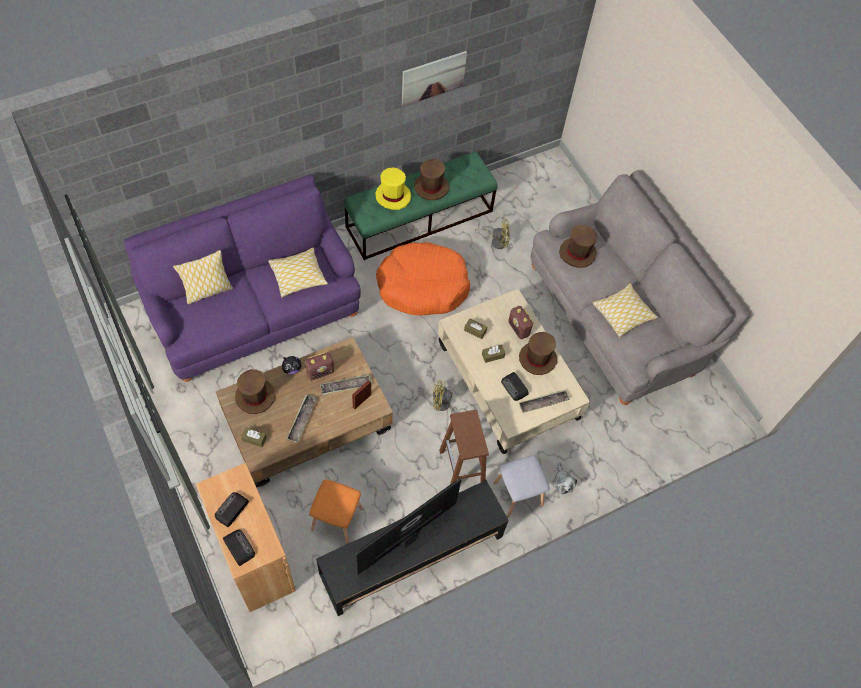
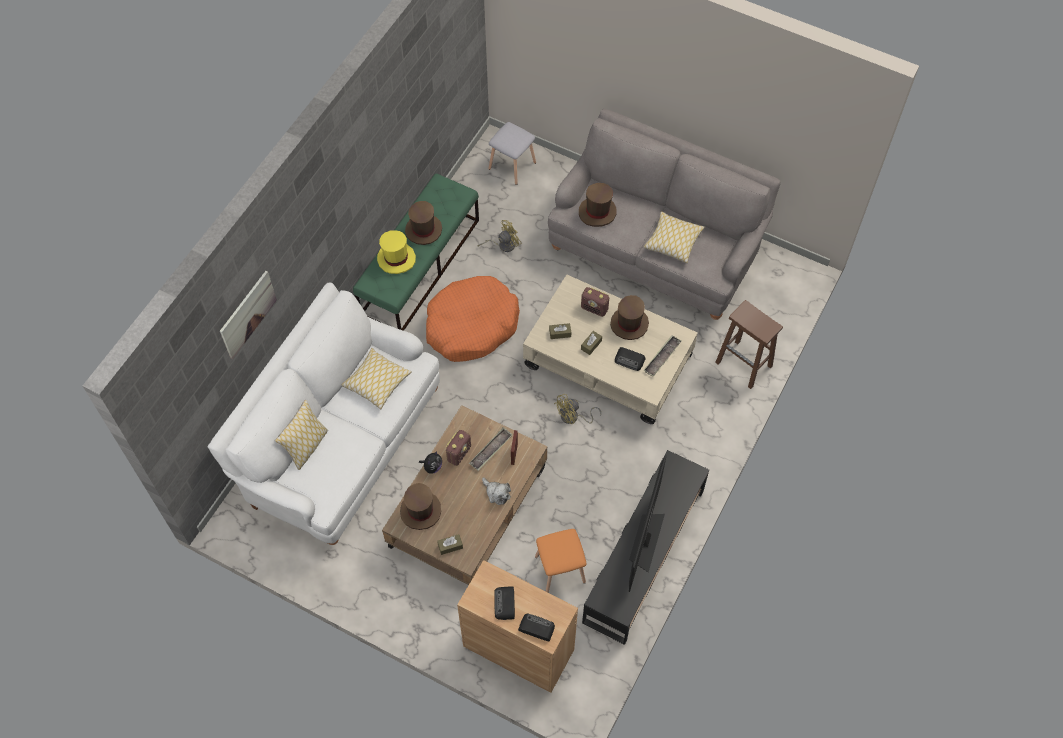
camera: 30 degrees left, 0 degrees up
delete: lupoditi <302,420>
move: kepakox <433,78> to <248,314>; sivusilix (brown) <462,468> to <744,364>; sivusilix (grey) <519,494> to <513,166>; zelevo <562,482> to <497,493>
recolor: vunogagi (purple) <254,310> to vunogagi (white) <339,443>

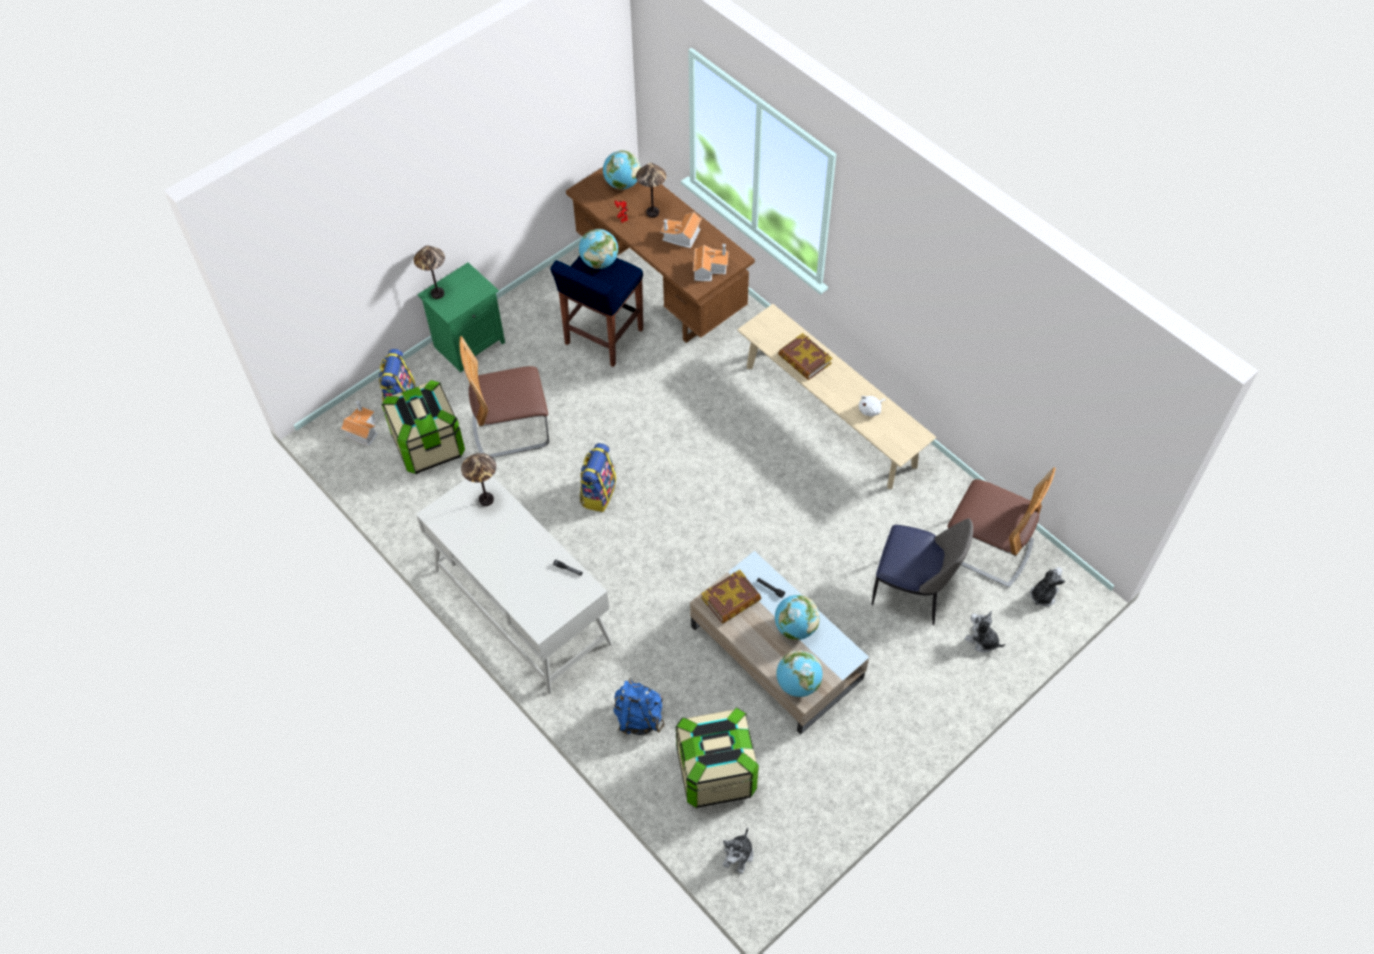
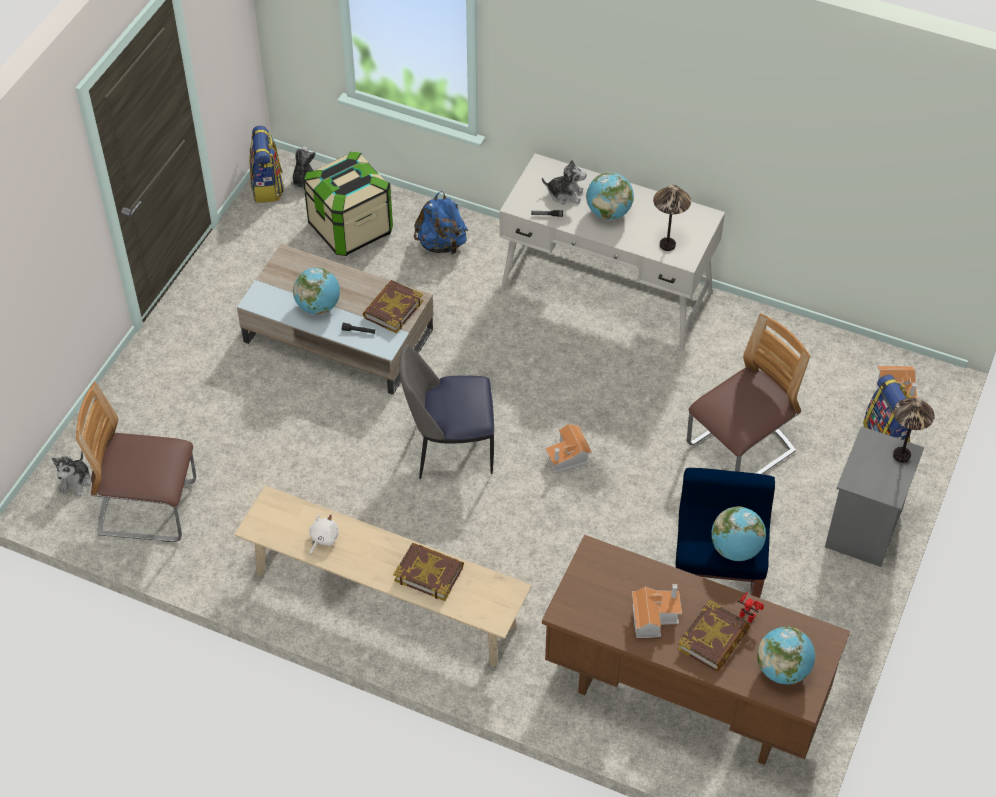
camera: 155 degrees right, 5 degrees down
delete: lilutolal <429,446>
move: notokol <598,493> to <267,187>; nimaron <709,268> to <568,457>; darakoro <798,684> to <608,212>; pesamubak <913,591> to <450,449>; zelevo <982,640> to <565,194>
replace: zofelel <652,212> to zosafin <713,639>
recolor: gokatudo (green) <469,343> to gokatudo (grey) <864,530>

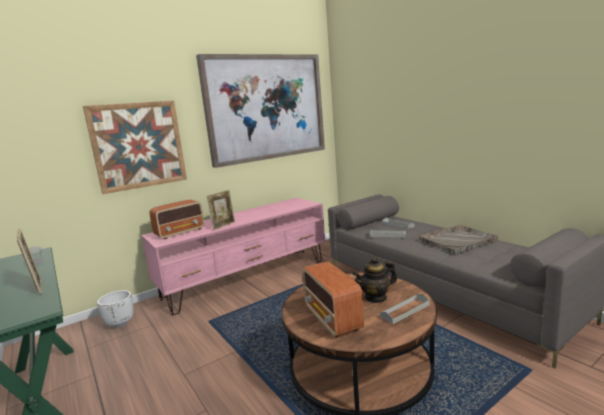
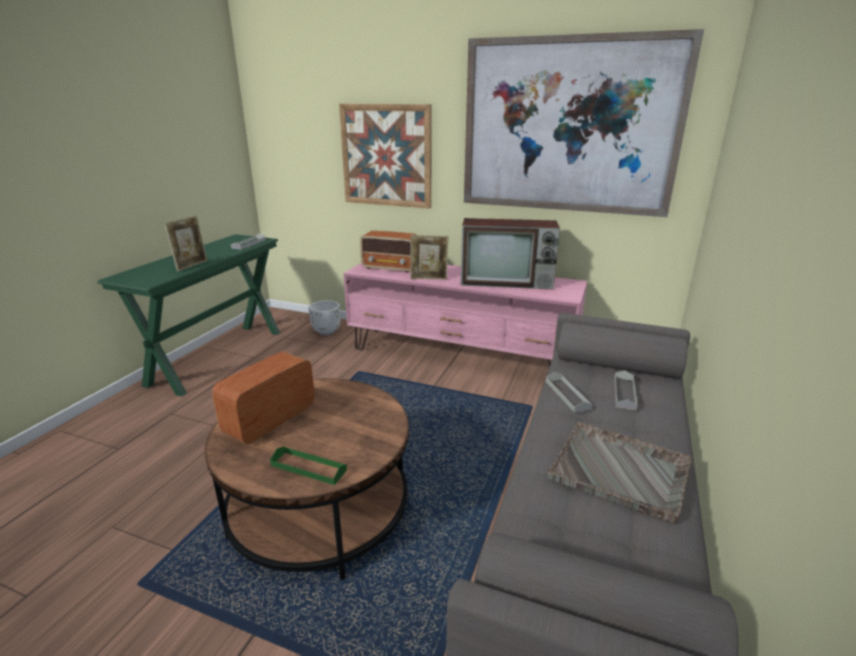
camera: 55 degrees right, 10 degrees up
delete: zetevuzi <376,297>
insert: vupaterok <508,282>
recolor: lupoditi (grey) <405,310> to lupoditi (green) <308,468>

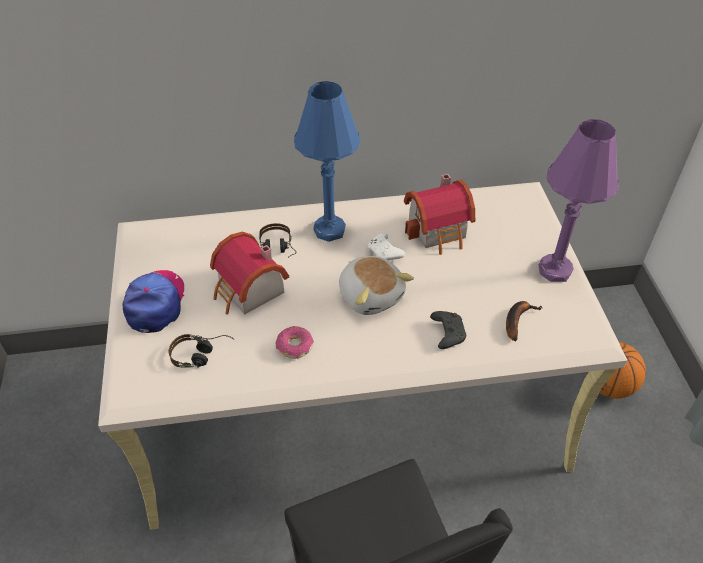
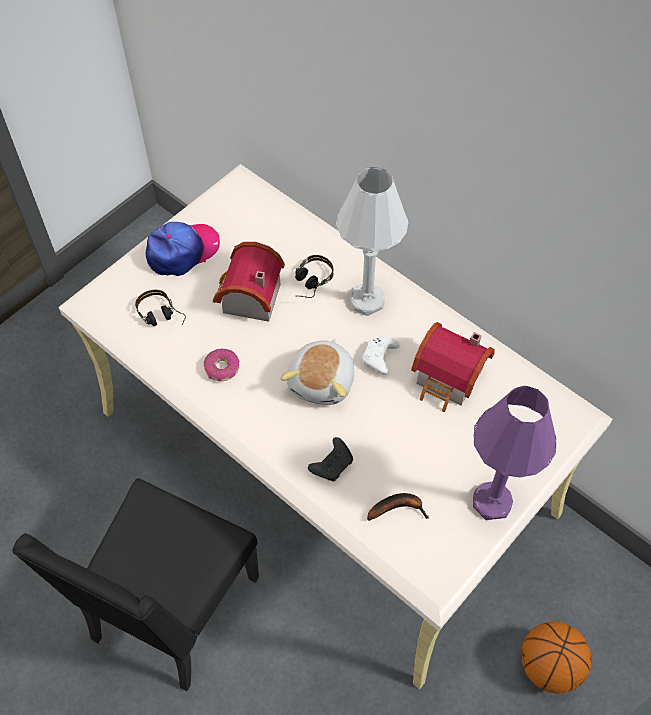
camera: 50 degrees right, 10 degrees up
recolor: zofelel (blue) <330,230> to zofelel (white) <367,301>

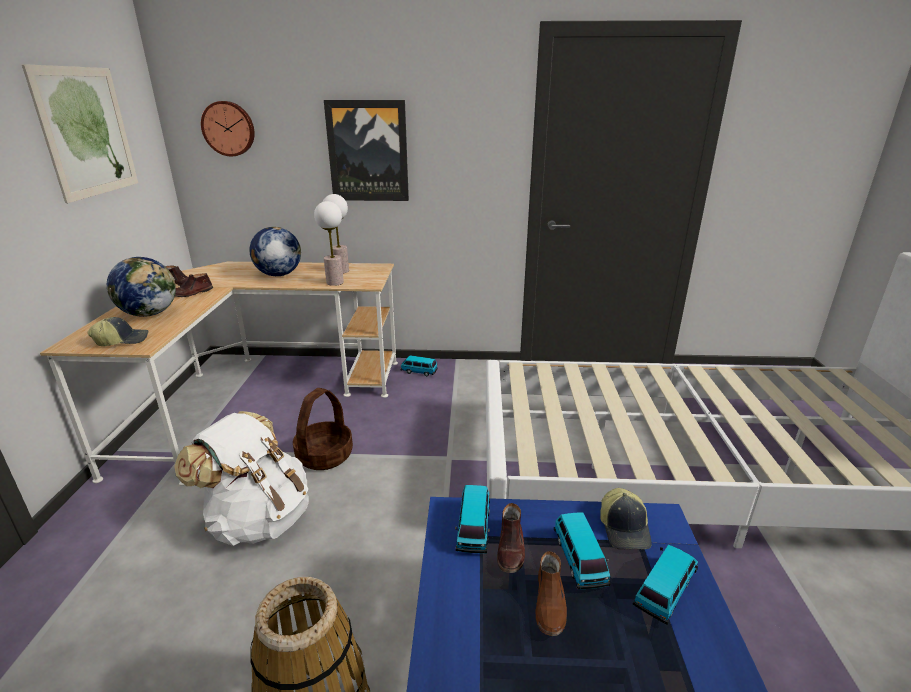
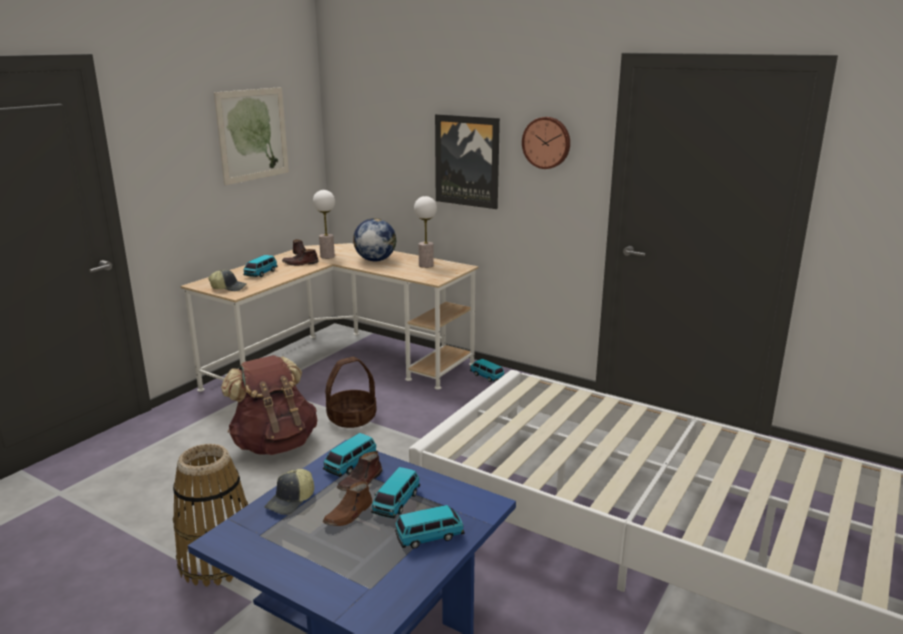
camera: 30 degrees right, 5 degrees down
move: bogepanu <229,128> to <547,142>; zofelel <334,282> to <327,256>; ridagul <625,529> to <291,501>
replace: darakoro <150,314> to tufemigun <261,273>
recolor: notokol (white) <259,519> to notokol (brown) <274,443>

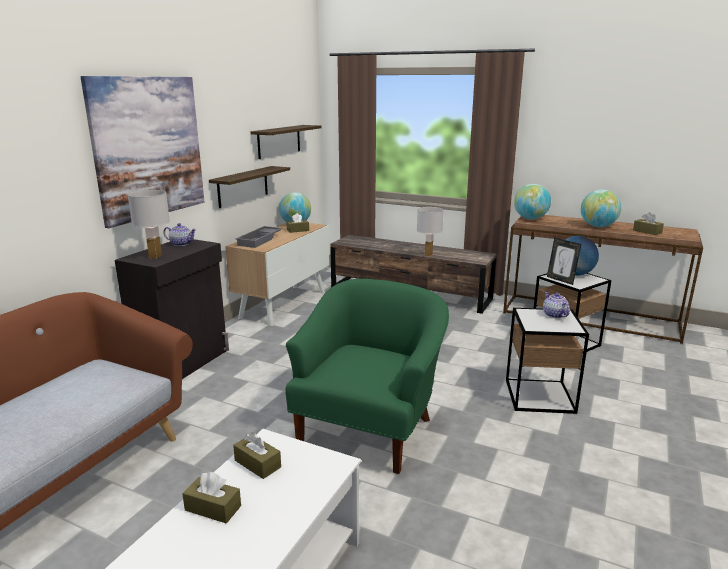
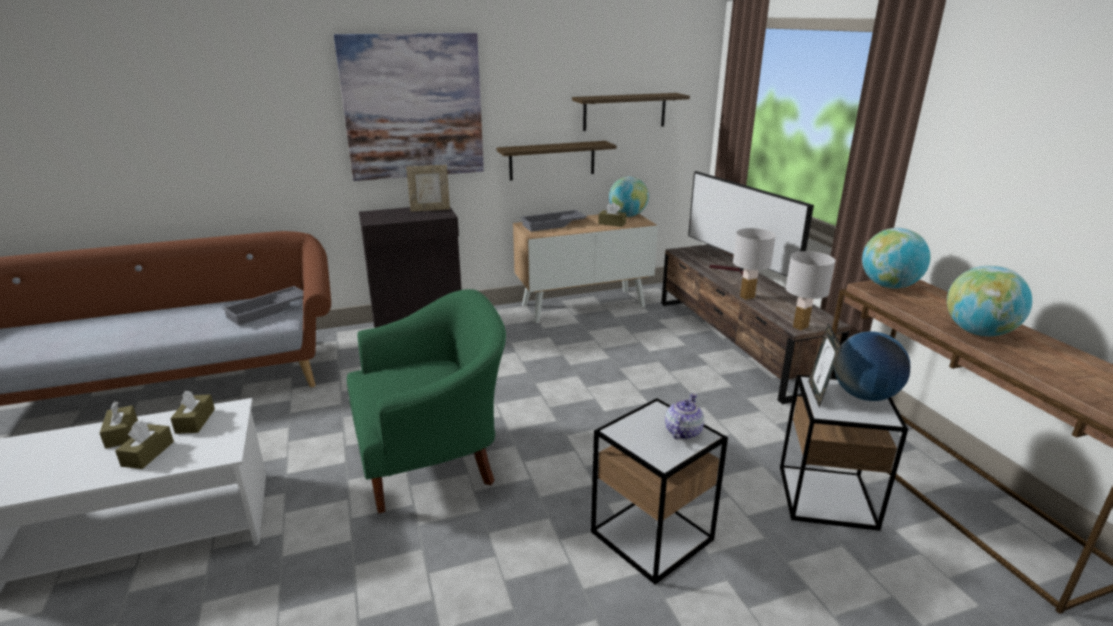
camera: 45 degrees right, 5 degrees up
insert: lupoditi (grey) <268,310>; vupaterok <738,273>
move: zofelel (white) <155,257> to <800,327>; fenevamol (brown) <647,232> to <148,454>
replace: zetevuzi <181,244> to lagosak <430,210>

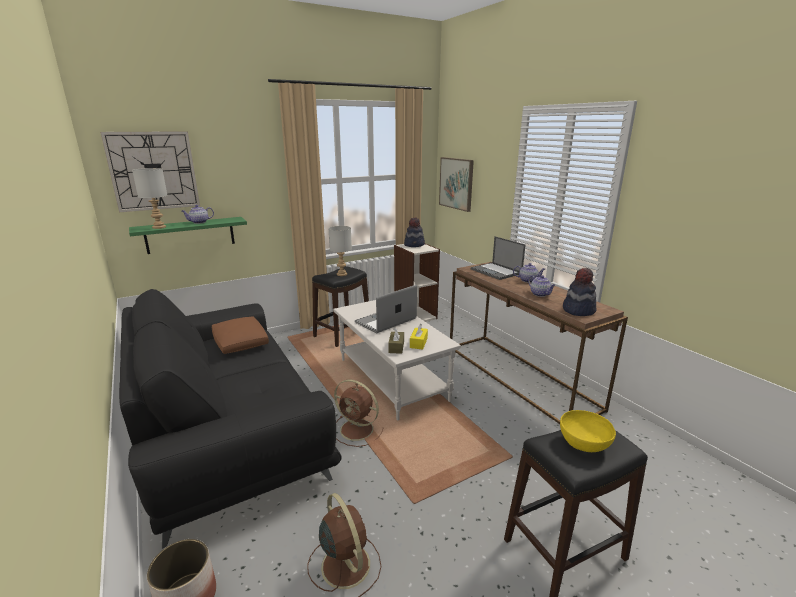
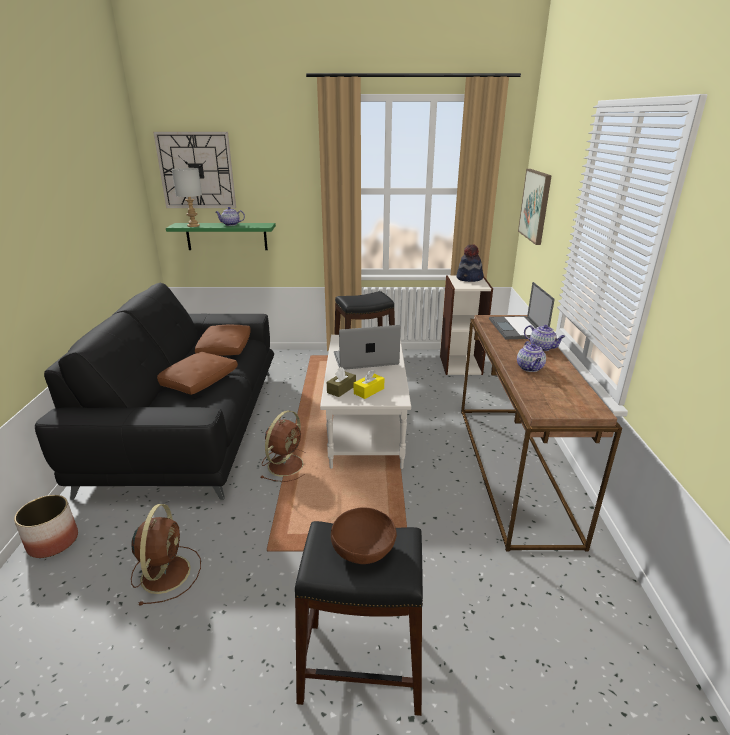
camera: 30 degrees right, 5 degrees up
delete: zofelel (grey) <342,274>; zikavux <578,310>
insert: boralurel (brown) <198,382>
recolor: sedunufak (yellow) <584,442> to sedunufak (brown) <364,549>
rotate: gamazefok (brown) <358,430> = <286,464> 120 degrees counterclockwise

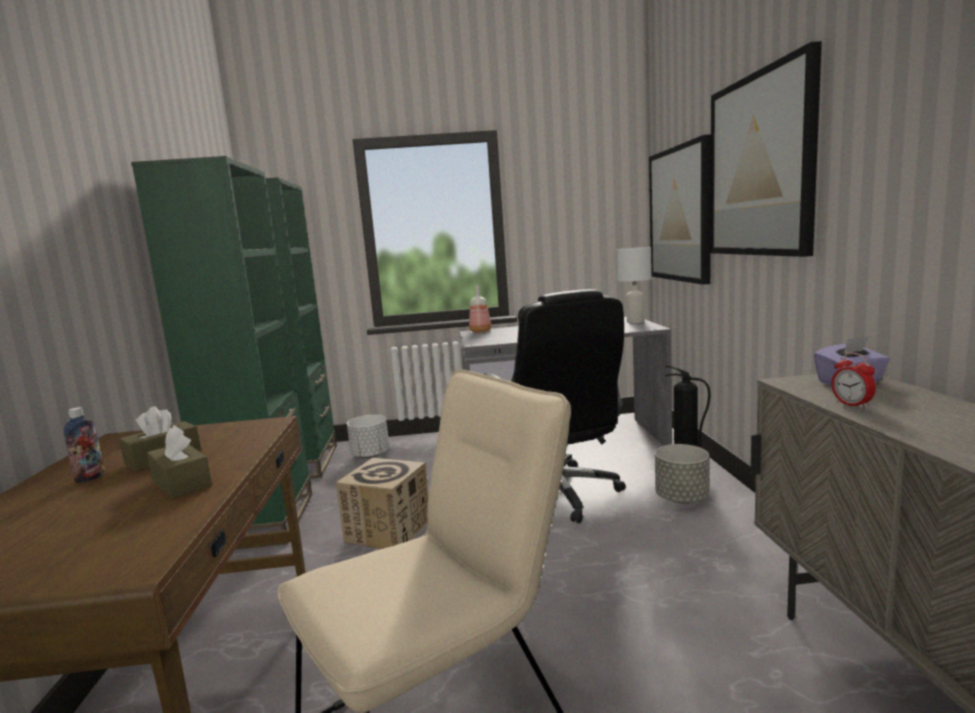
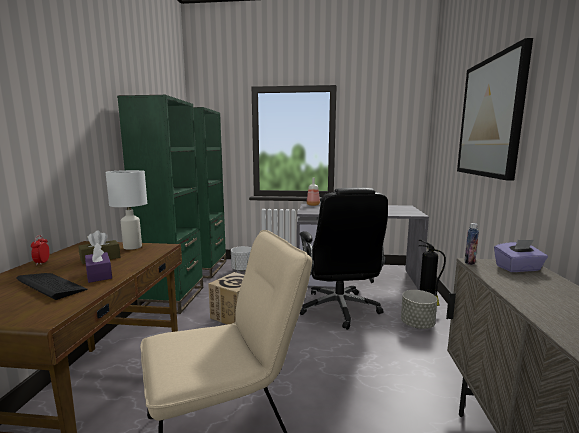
camera: 10 degrees right, 0 degrees up
delete: kepakox <680,214>
insert: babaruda <51,286>
move: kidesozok <90,477> to <469,262>; zofelel (white) <635,322> to <133,247>; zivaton <852,405> to <42,262>
recolor: fenevamol (brown) <181,483> to fenevamol (purple) <99,274>

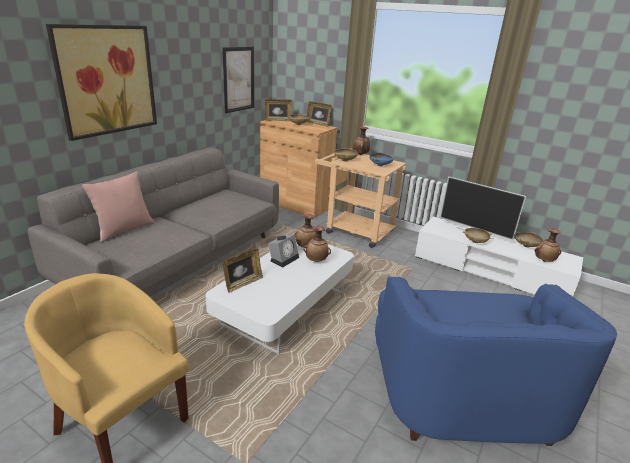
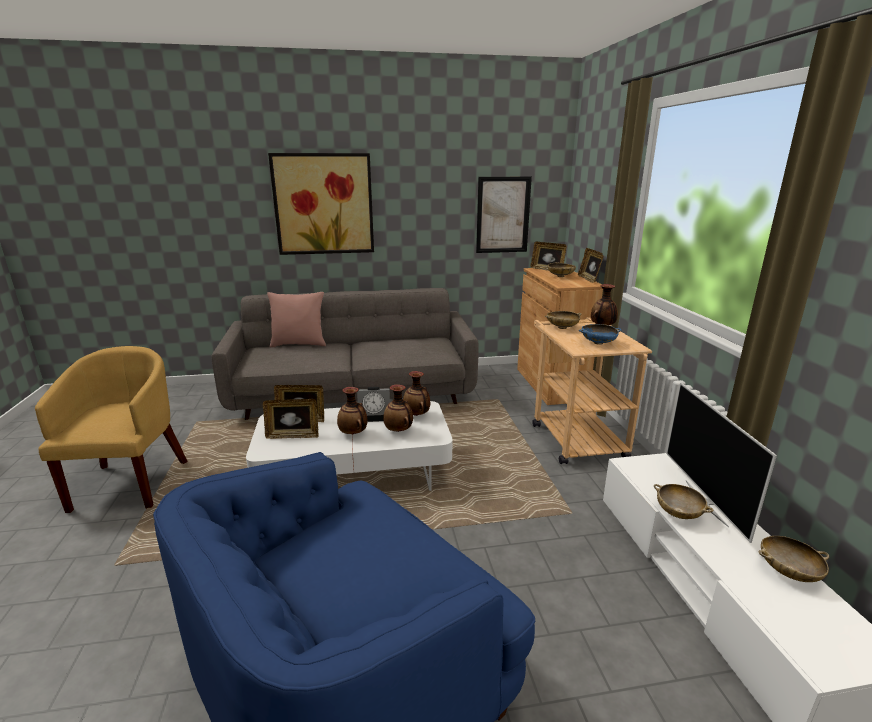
camera: 50 degrees right, 5 degrees down
insert: lagosak <293,435>
move: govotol <544,261> to <353,433>

